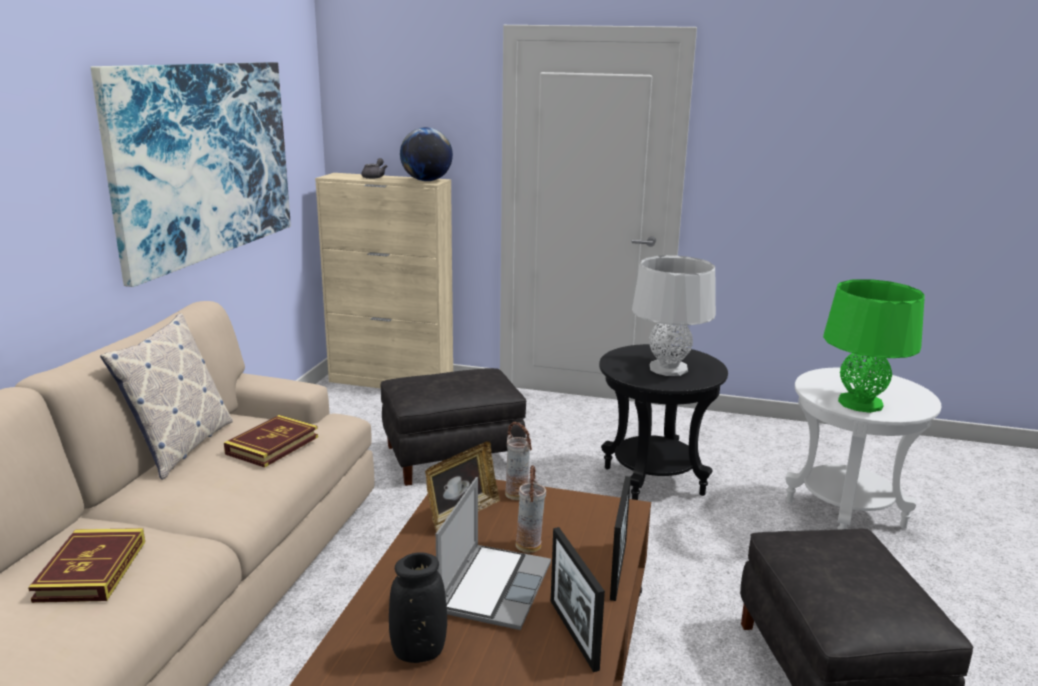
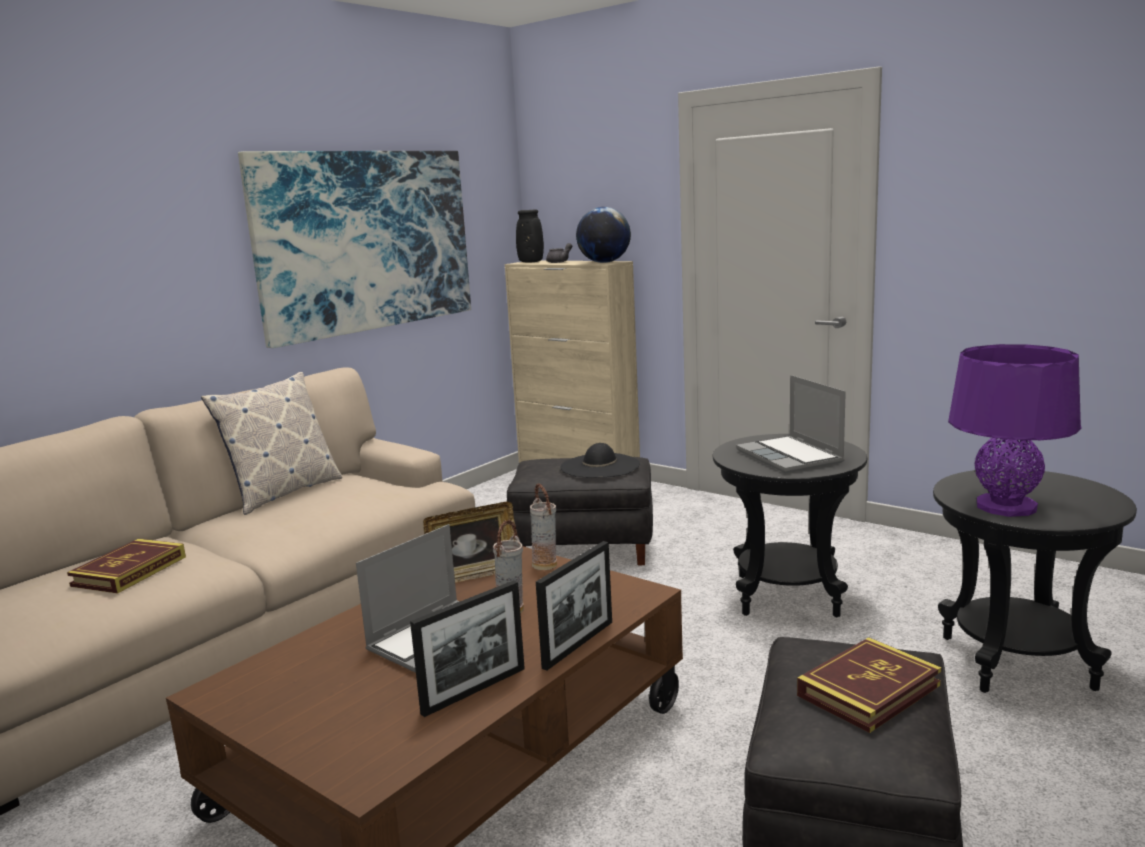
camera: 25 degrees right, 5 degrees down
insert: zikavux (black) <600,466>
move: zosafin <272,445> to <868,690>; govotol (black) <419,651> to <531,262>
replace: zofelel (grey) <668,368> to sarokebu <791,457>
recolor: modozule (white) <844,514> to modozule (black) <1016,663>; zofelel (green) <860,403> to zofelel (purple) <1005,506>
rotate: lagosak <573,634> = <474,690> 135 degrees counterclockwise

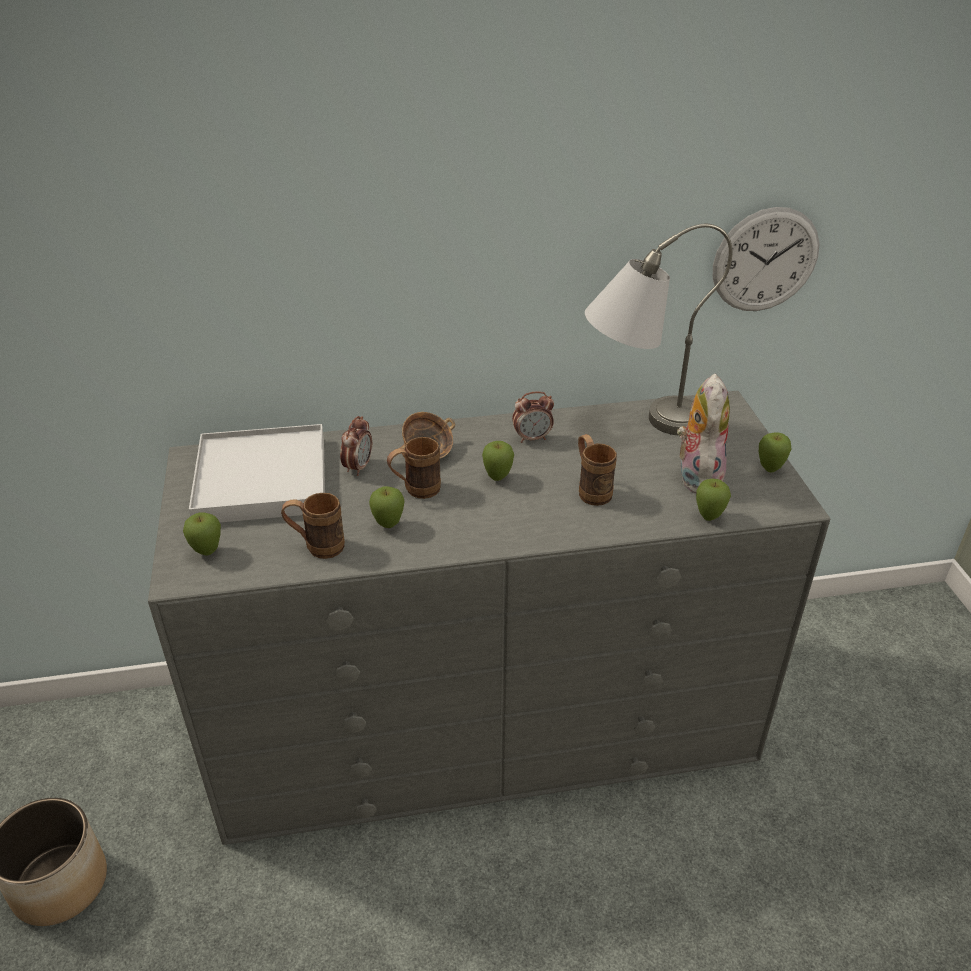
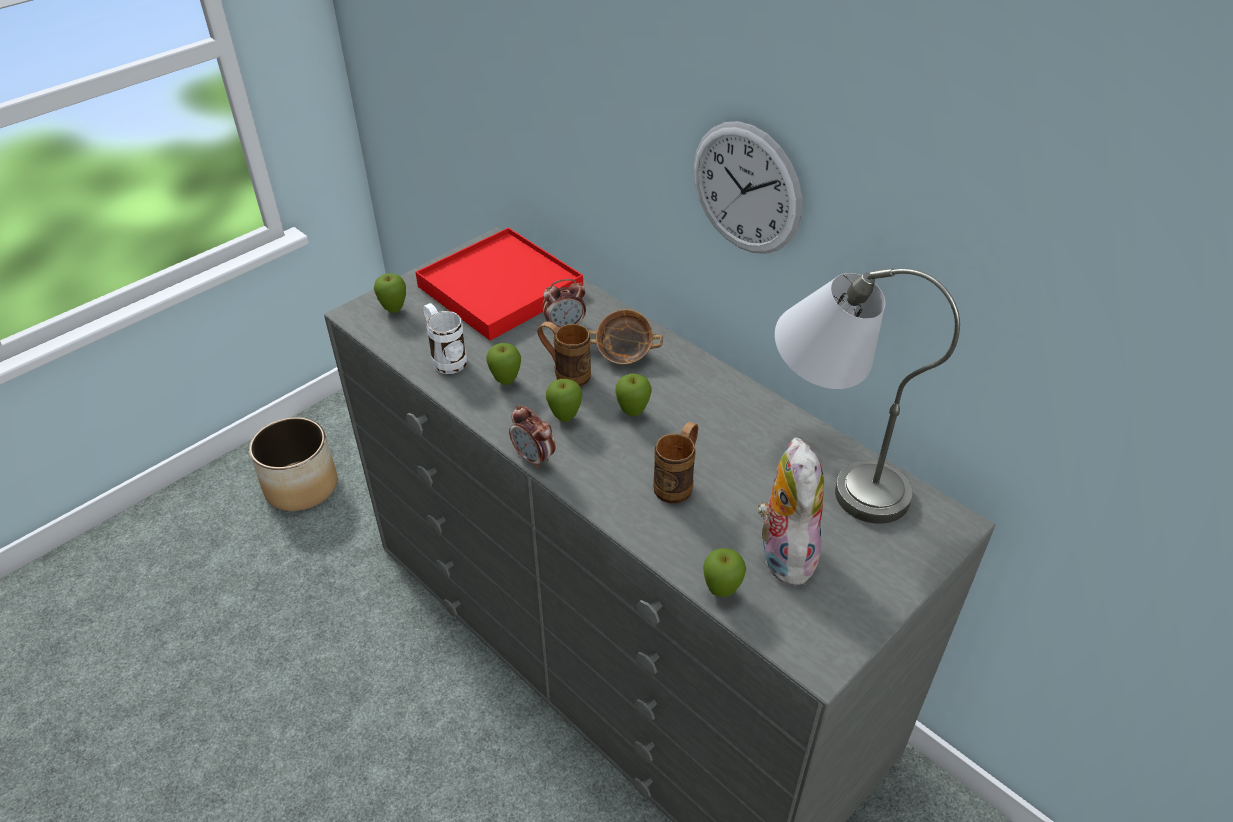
camera: 55 degrees right, 5 degrees up
move: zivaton <532,438> to <534,458>; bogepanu <765,260> to <746,189>; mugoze <769,469> to <565,418>
recolor: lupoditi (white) <261,480> to lupoditi (red) <500,288>; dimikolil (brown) <316,547> to dimikolil (white) <445,358>
rotate: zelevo <696,476> = <783,553> 60 degrees counterclockwise

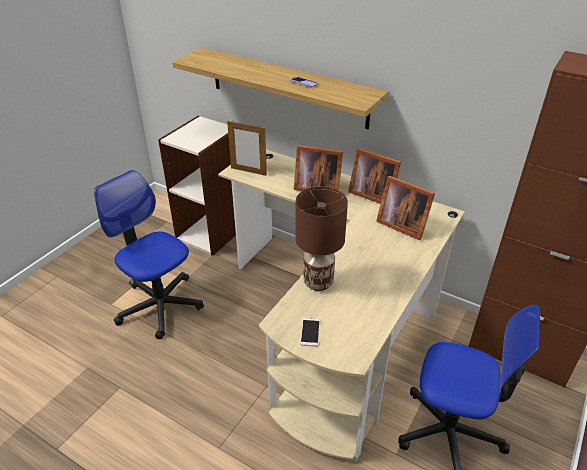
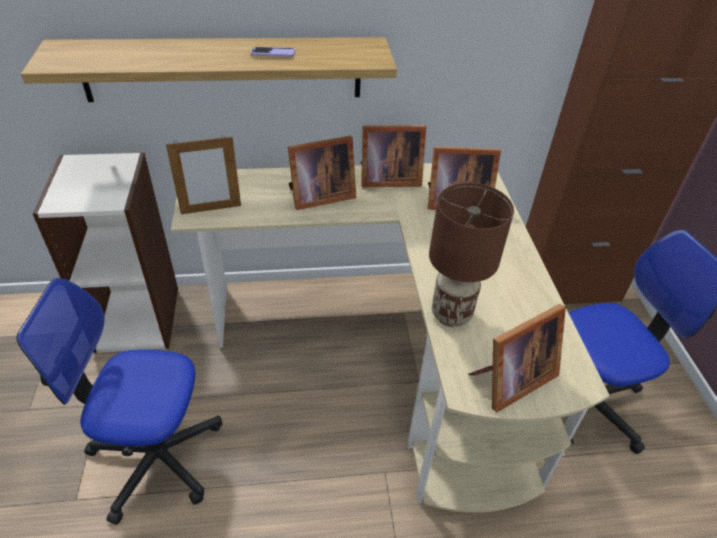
camera: 40 degrees left, 5 degrees up
replace: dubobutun <310,332> to lagosak <510,380>

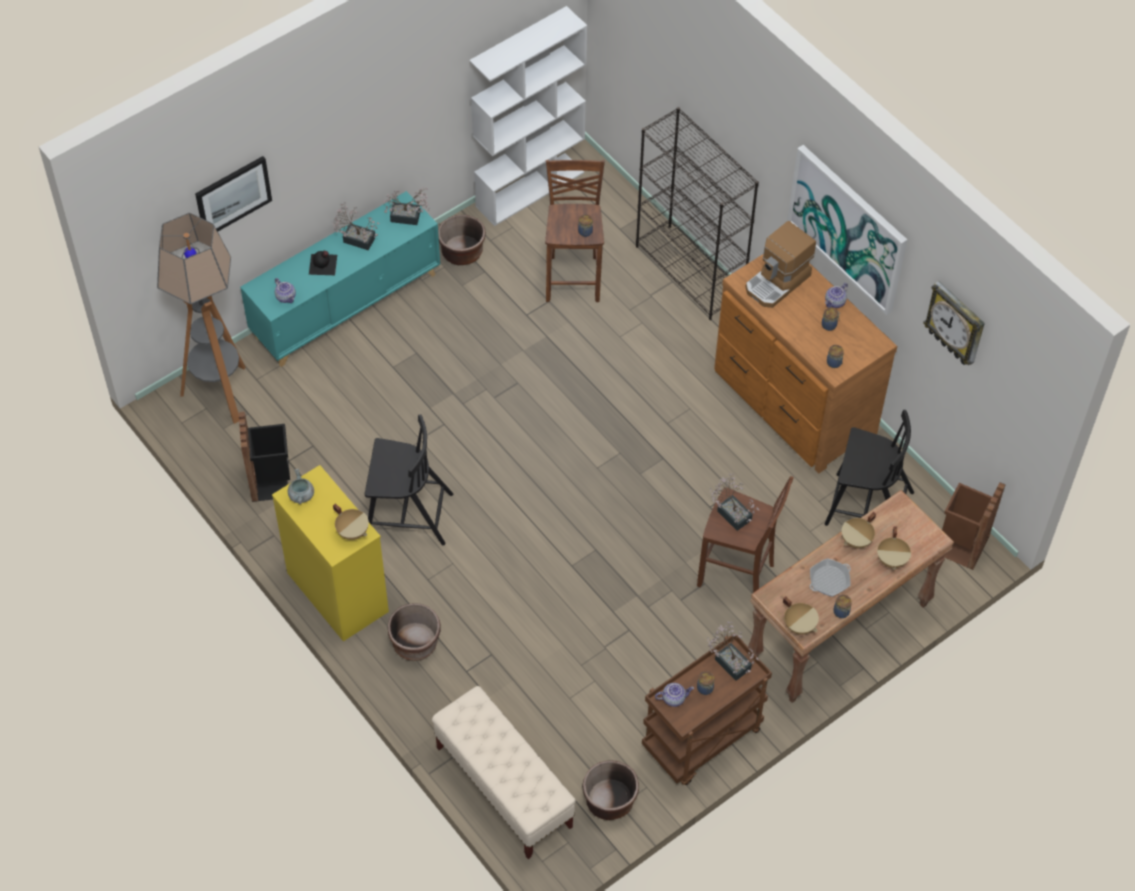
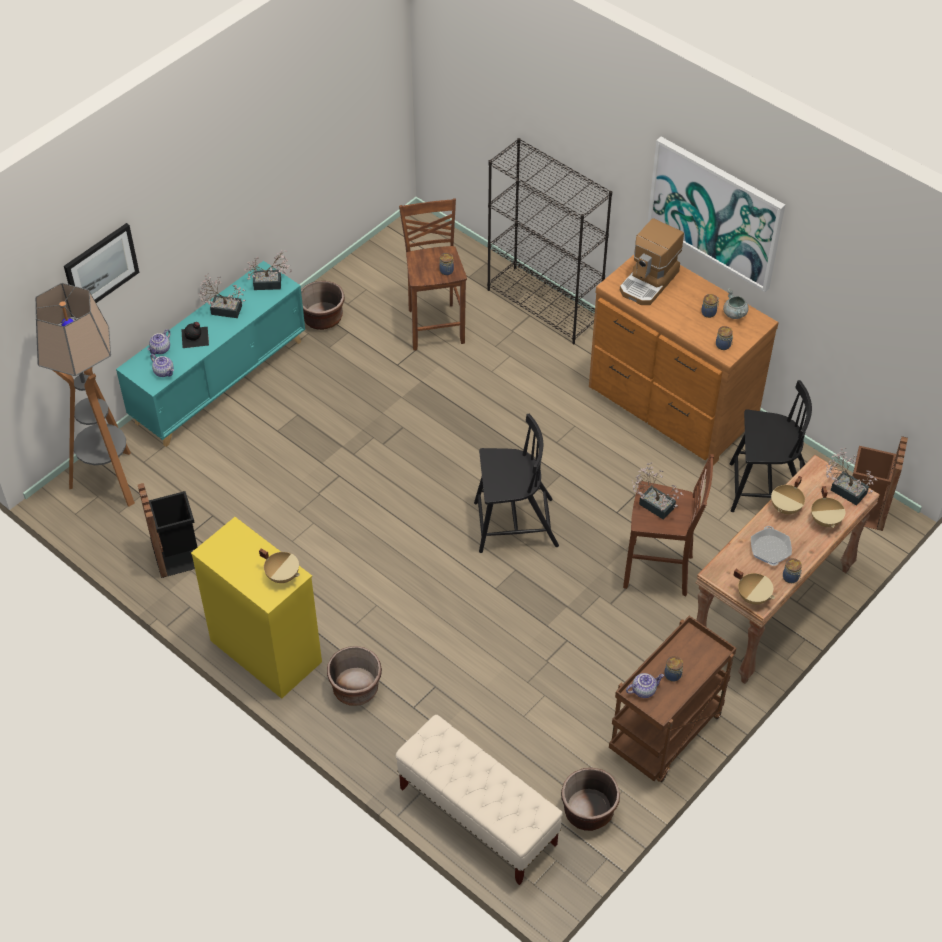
camera: 10 degrees left, 5 degrees down
delete: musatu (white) <530,189>; bogepanu <955,324>
move: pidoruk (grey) <301,495> to <735,314>; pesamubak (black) <407,515> to <513,525>; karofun <730,661> to <845,489>; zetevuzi <835,302> to <161,349>
rotate: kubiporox <829,580> = <770,549> 135 degrees clockwise

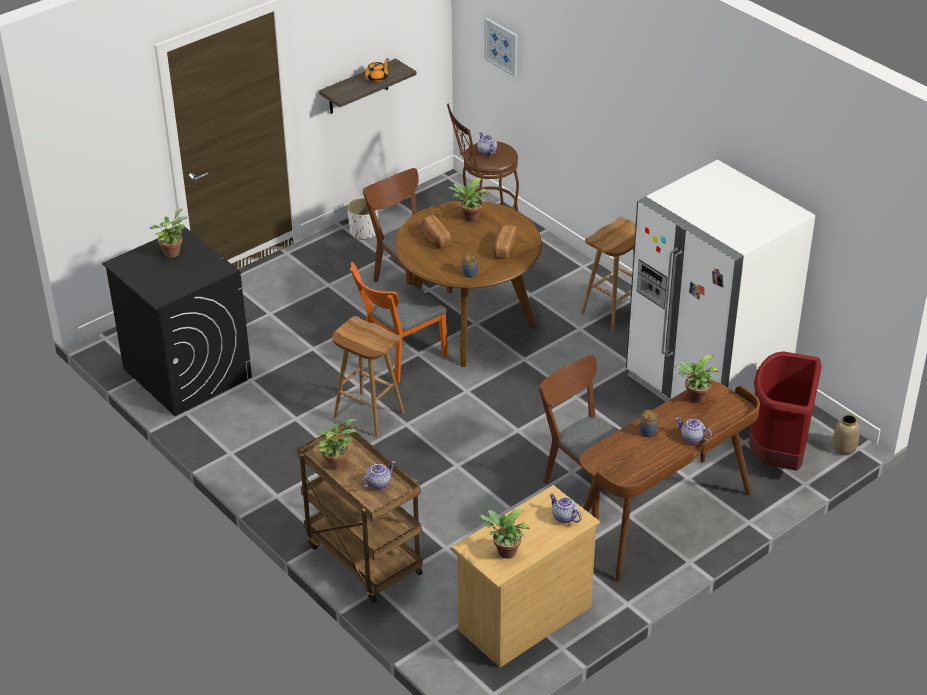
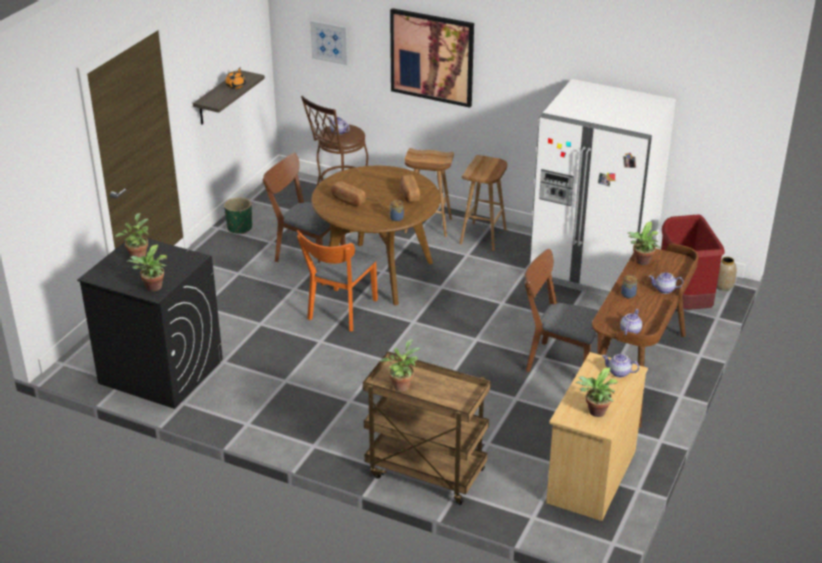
camera: 25 degrees left, 5 degrees down
insert: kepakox <432,57>
move: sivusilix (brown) <368,414> to <427,226>; zetevuzi <378,483> to <629,331>; karofun <469,218> to <152,288>
recolor: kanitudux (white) <364,232> to kanitudux (green) <239,228>

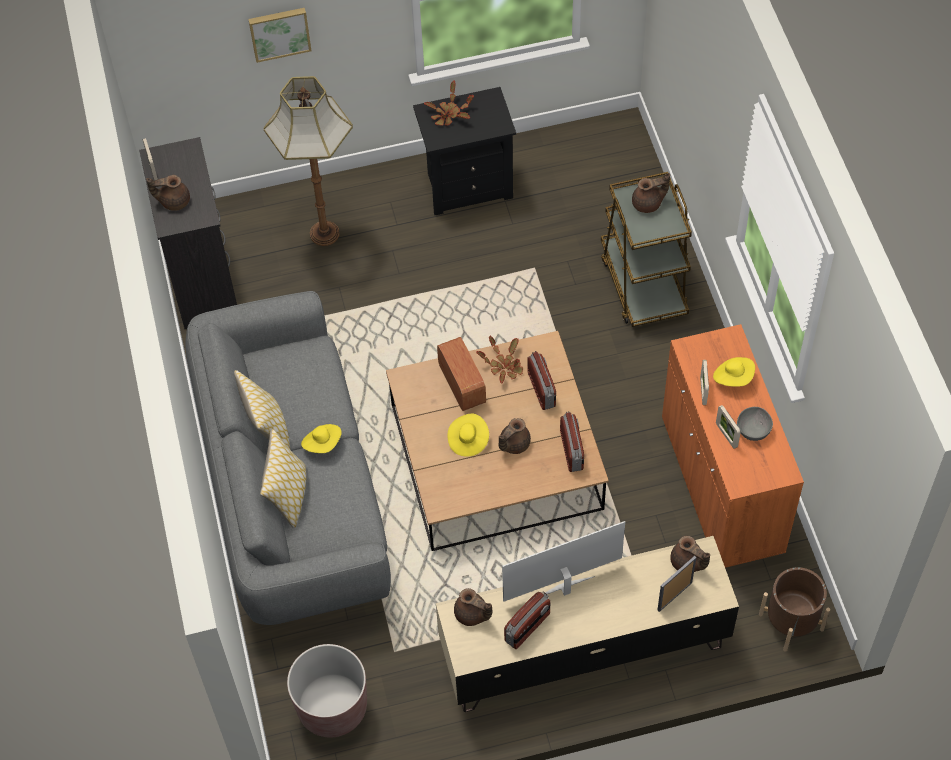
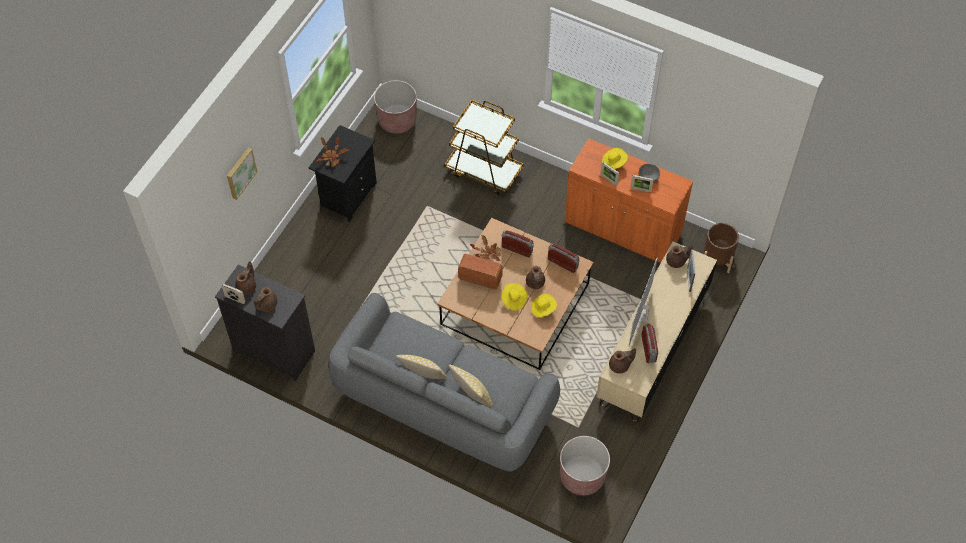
camera: 50 degrees left, 0 degrees up
delete: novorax <323,234>
insert: kanitudux (brown) <397,120>
move: zikavux (yellow) <323,443> to <543,309>; zetevuzi (brown) <648,203> to <247,287>

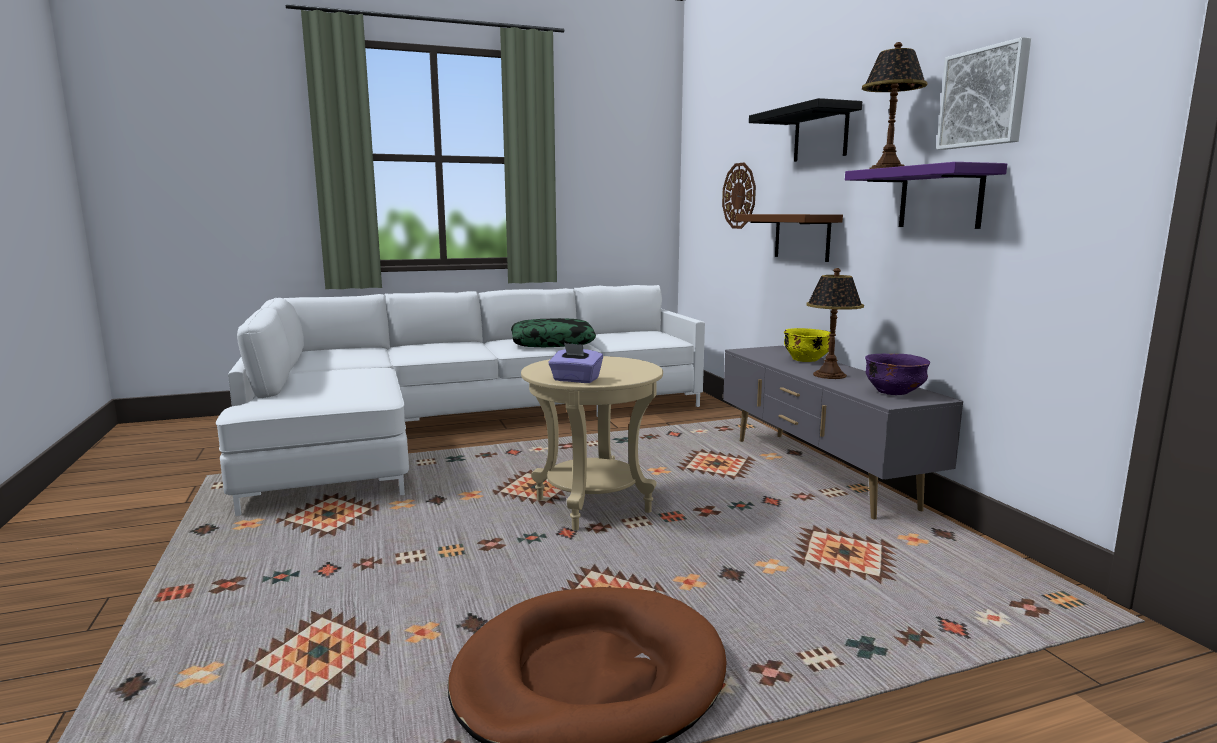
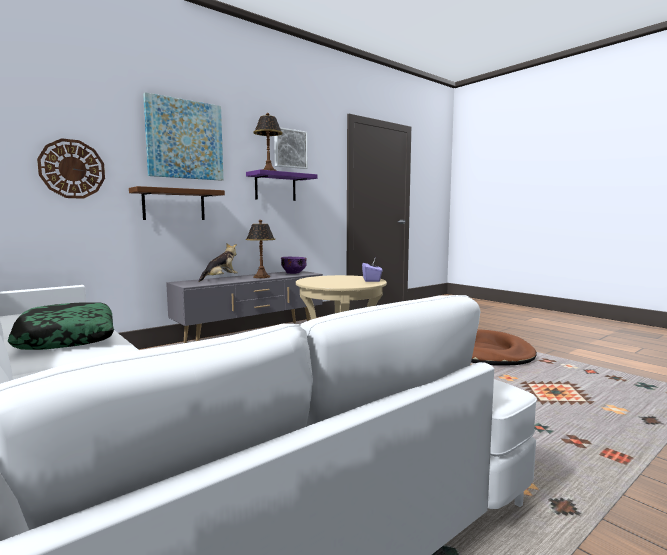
camera: 110 degrees left, 5 degrees down
replace: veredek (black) <821,134> to kepakox <185,139>; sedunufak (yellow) <806,360> to zelevo <220,279>

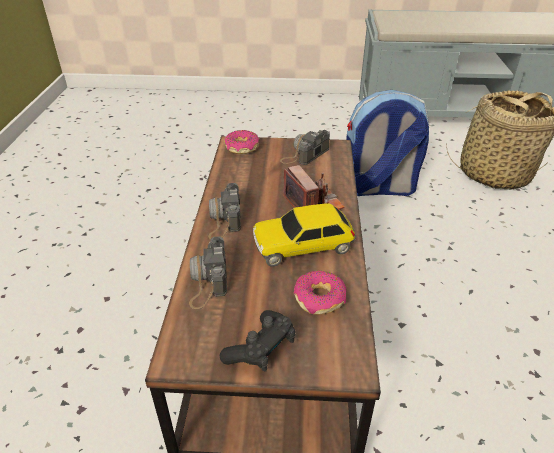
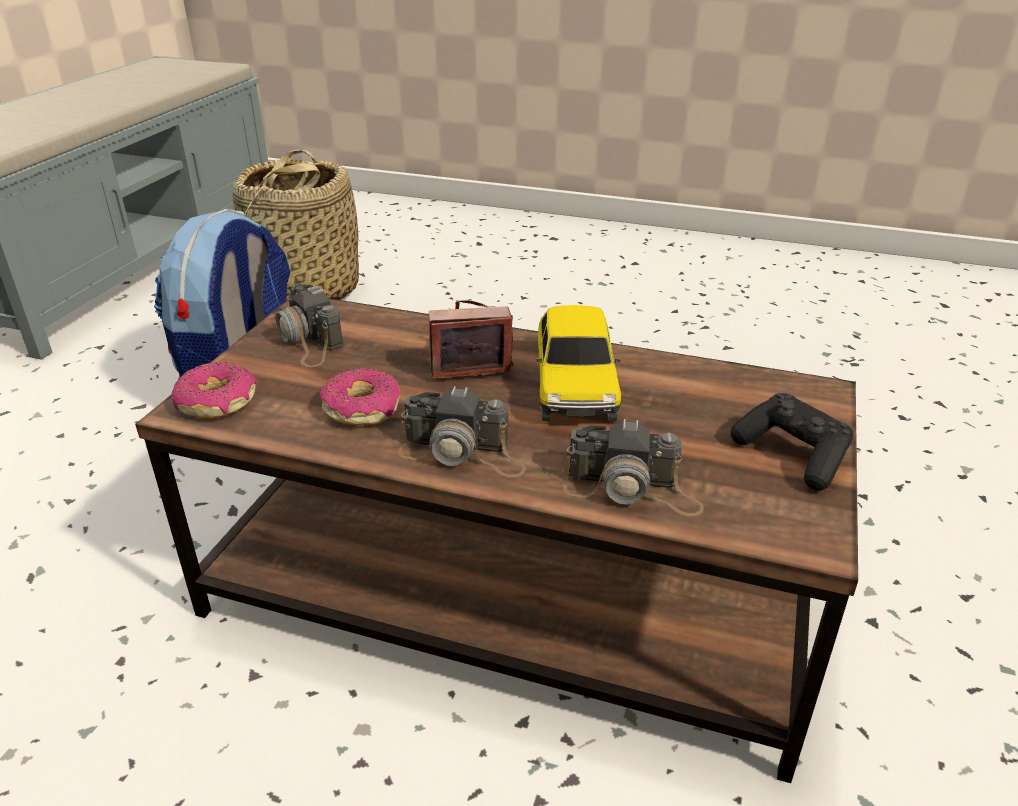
camera: 75 degrees left, 5 degrees down
move: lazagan <320,298> to <362,408>

